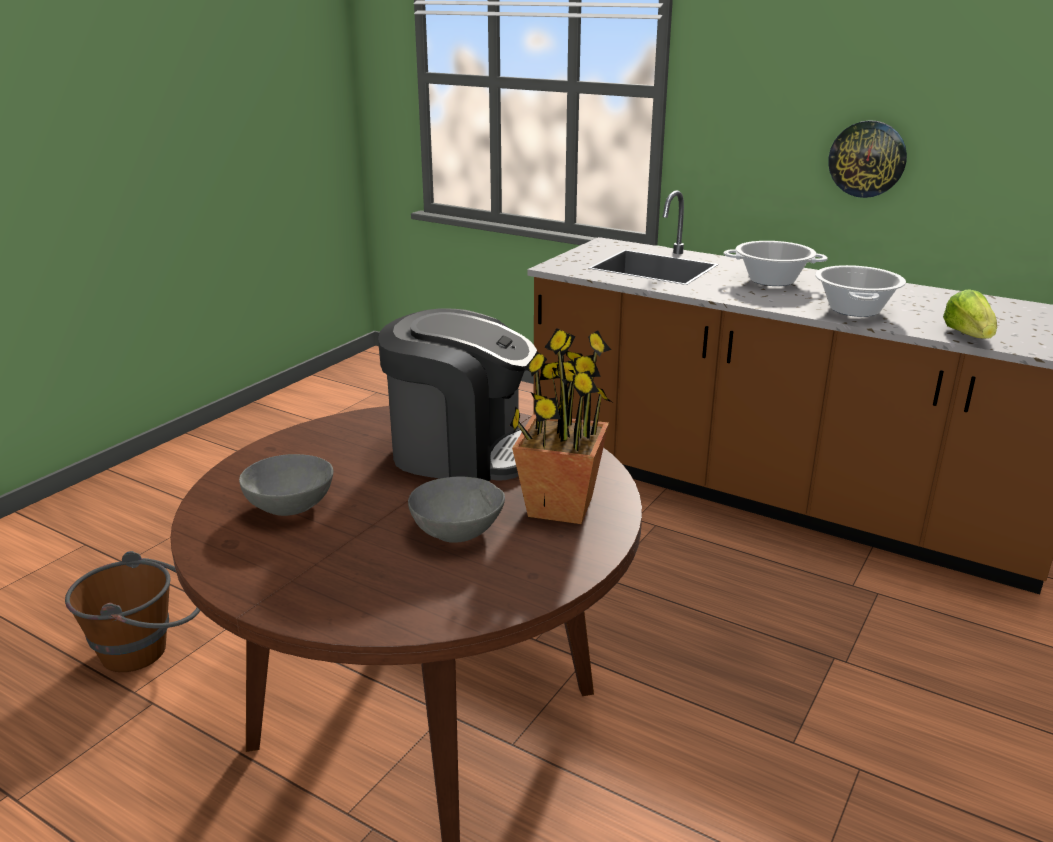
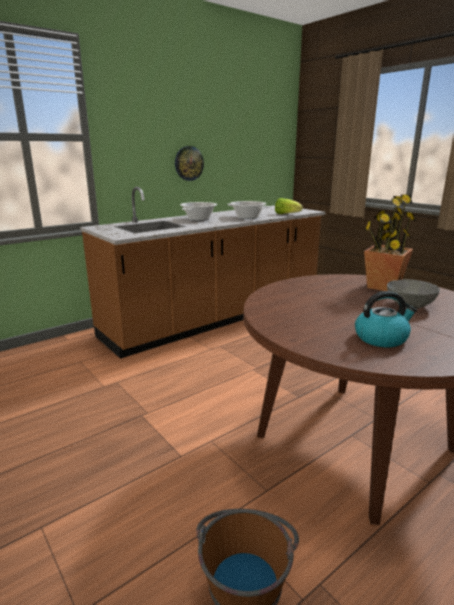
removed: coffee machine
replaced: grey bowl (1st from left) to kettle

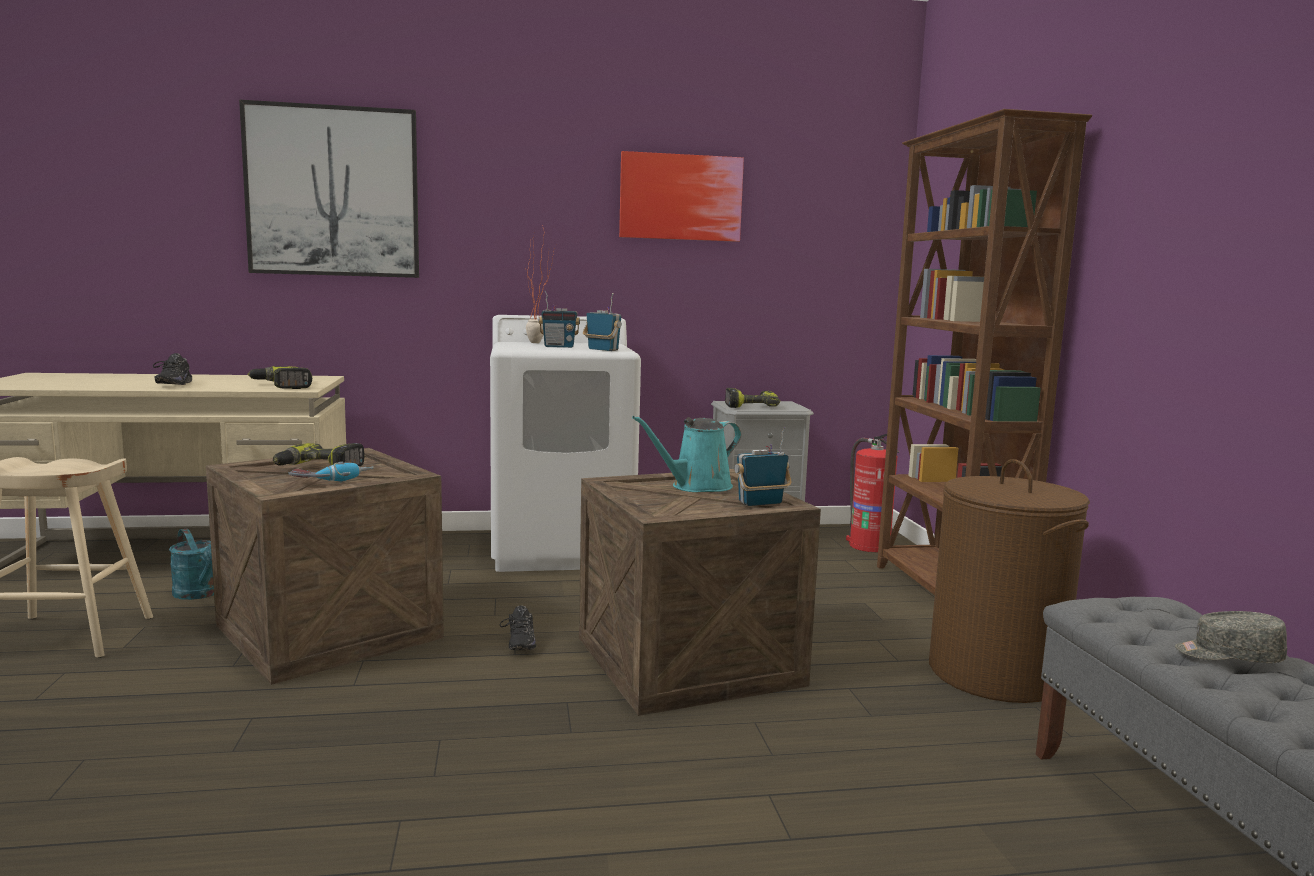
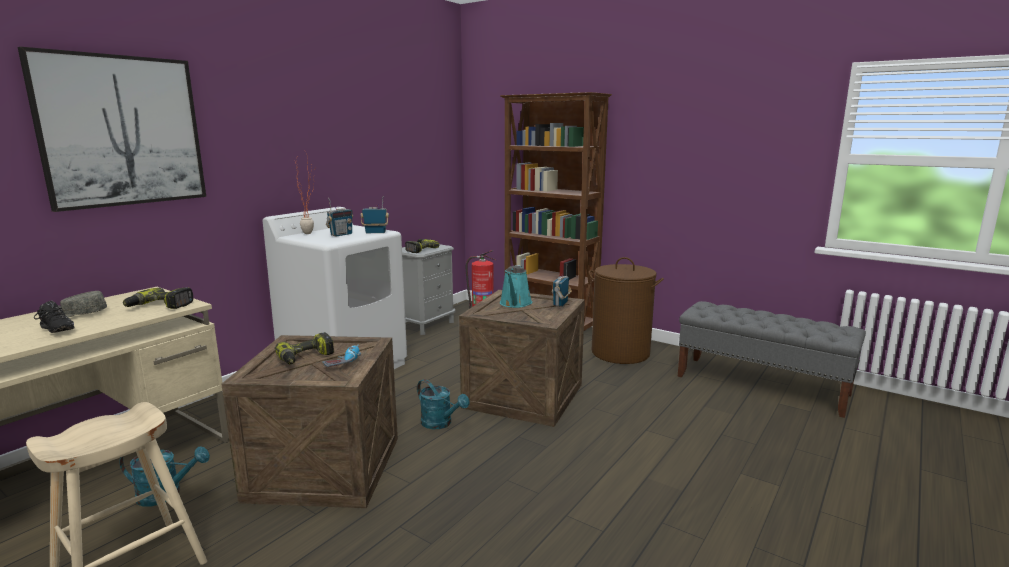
removed: picture (2nd from left)
moved: grey cap
replaced: black shoe (2nd from left) to turquoise watering can (2nd from left)

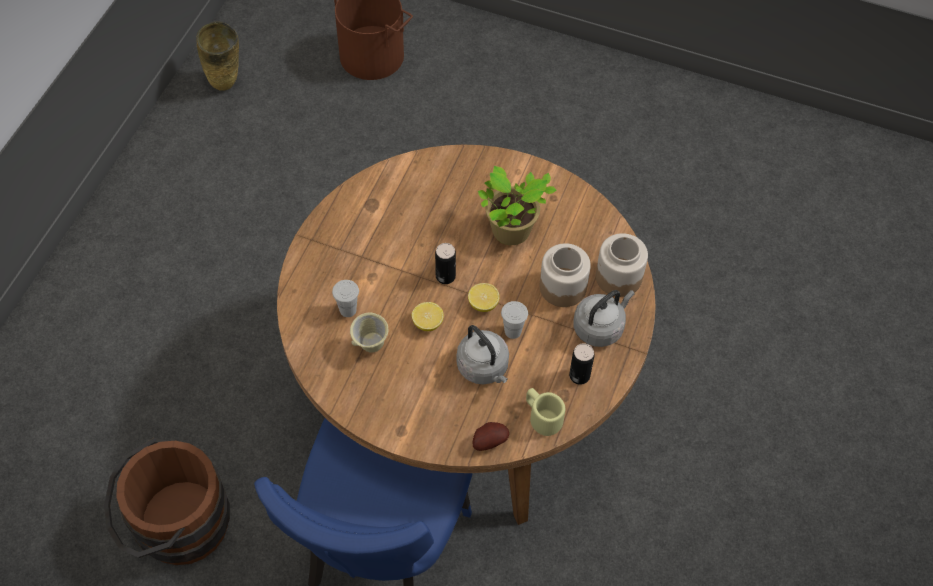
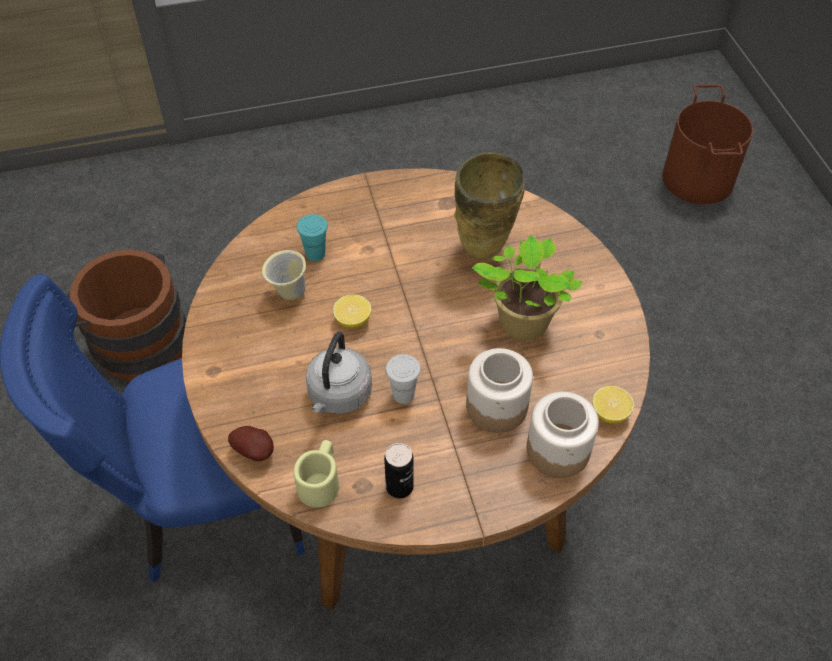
removed: can (1st from left); grey kettle (2nd from left)
moved: beige vase; lemon (2nd from left)
recoloured: white cup (1st from left) to turquoise cup

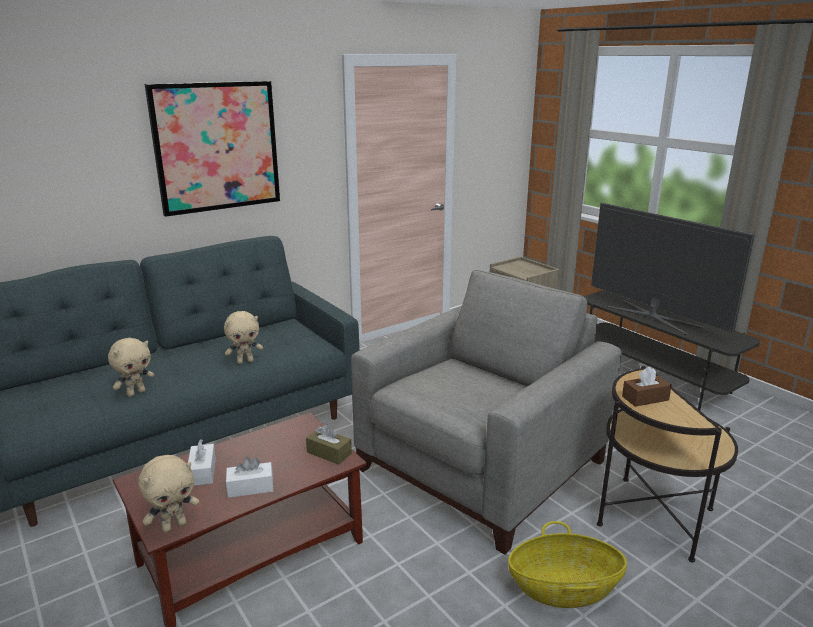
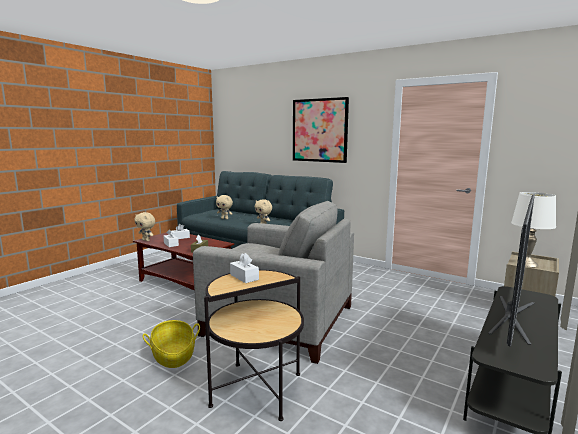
added: white table lamp
recoloured: brown tissue box (2nd from left) to white tissue box (3rd from left)

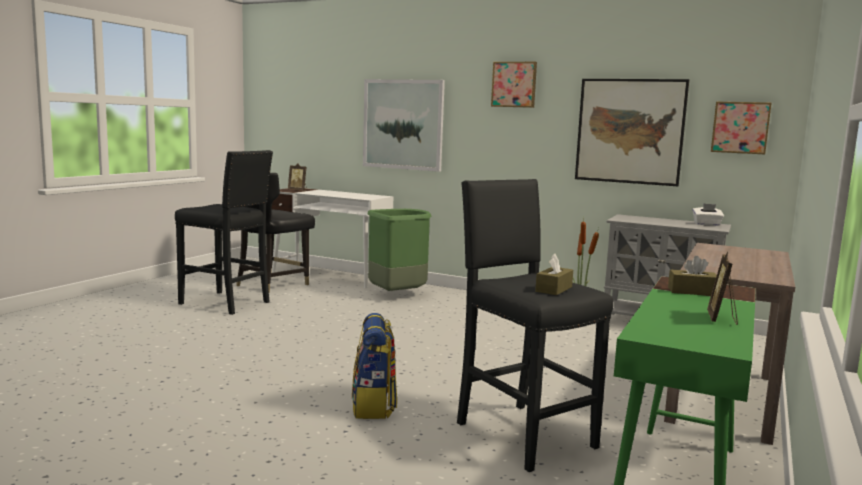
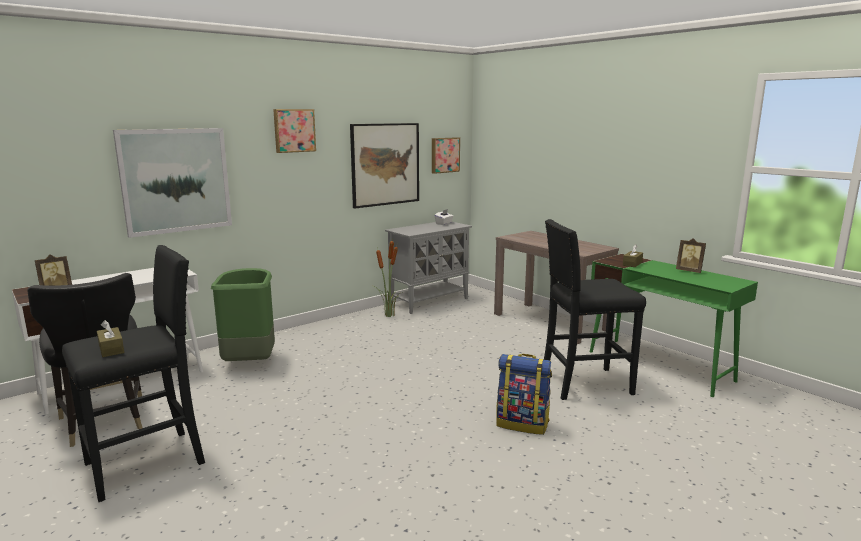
moved: brown tissue box (1st from left)

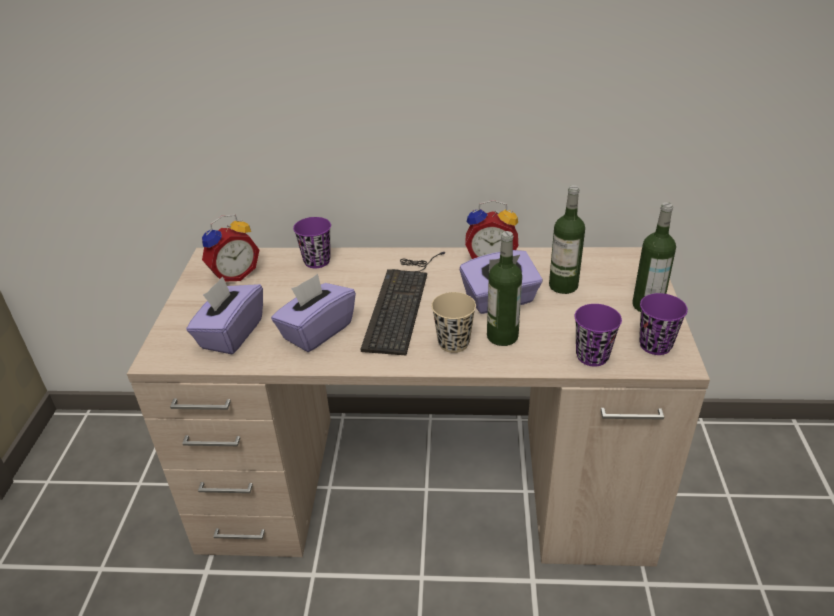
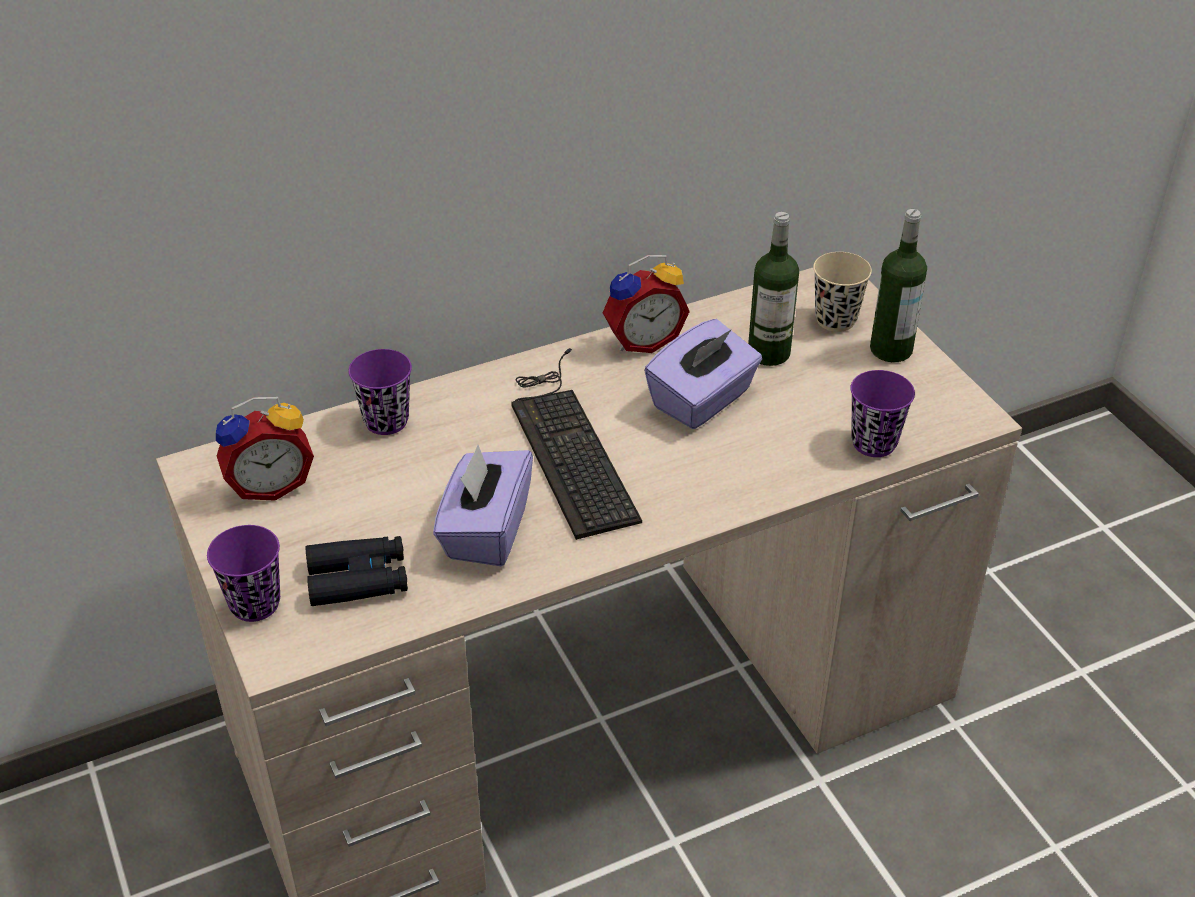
removed: bottle (1st from left)
moved: beige cup; purple cup (3rd from left in the first image) to purple cup (1st from left)
replaced: purple tissue box (1st from left) to black binoculars
turned: alarm clock (1st from left) 45 degrees clockwise

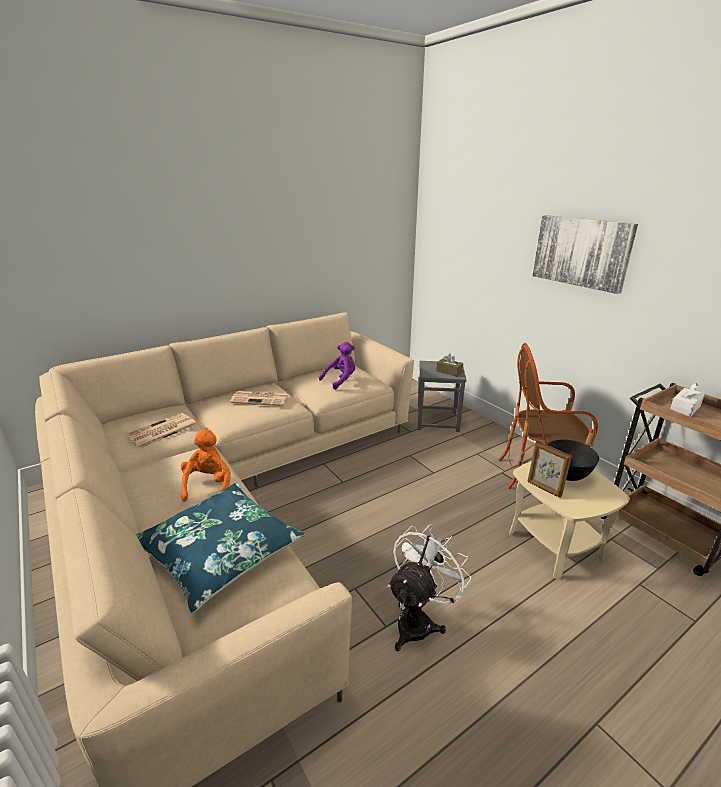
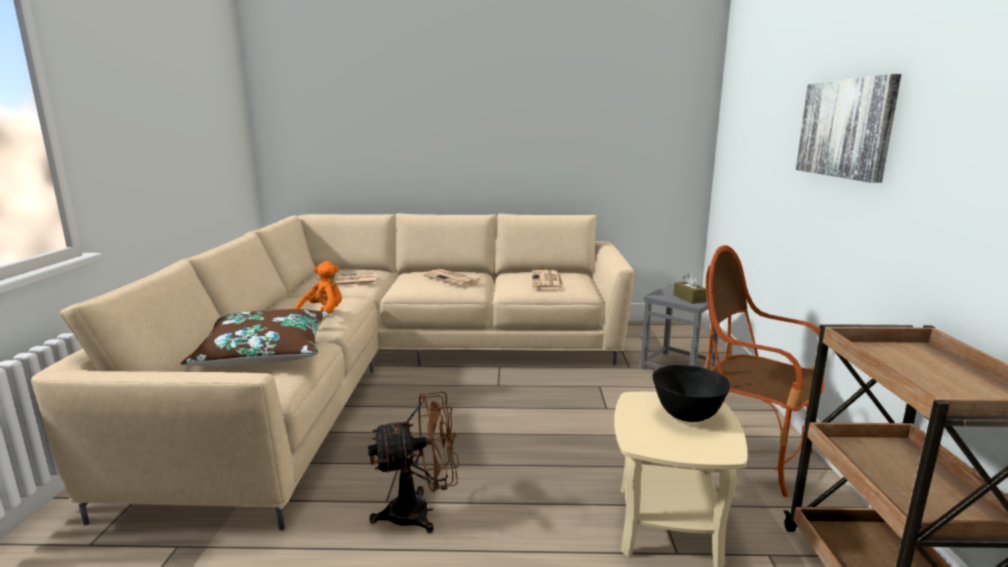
removed: white tissue box; picture frame
replaced: purple plush toy to newspaper (3rd from left)
recoloured: blue pillow to brown pillow; white fan to brown fan

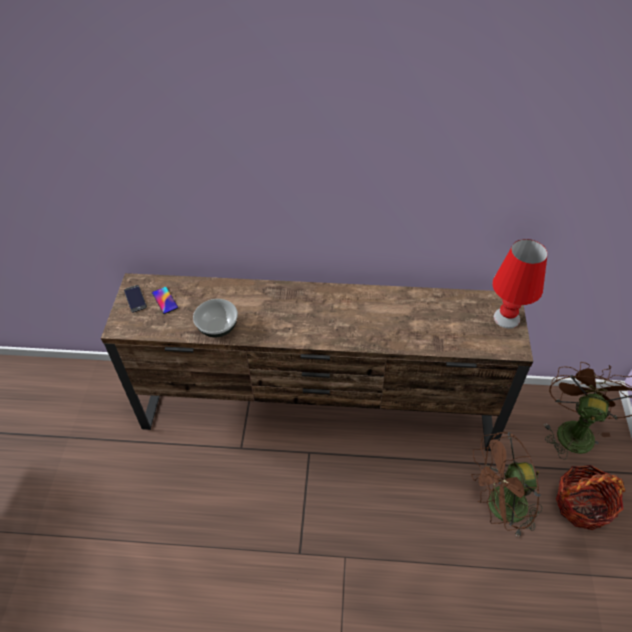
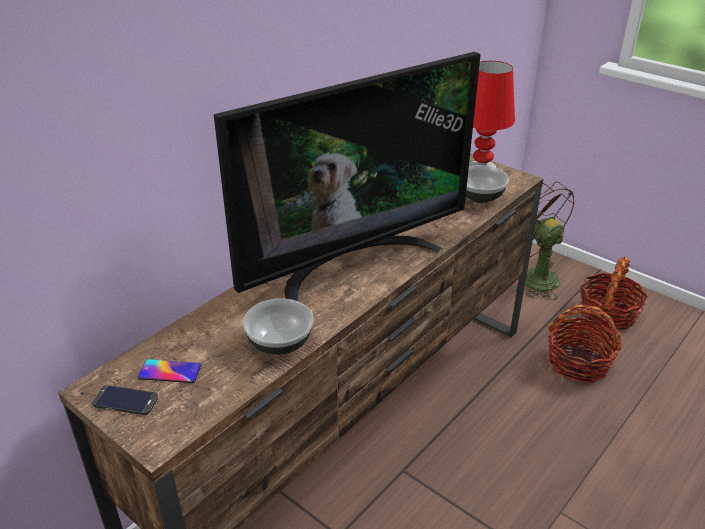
added: television; bowl (2nd from left)
replaced: brown fan (1st from left) to basket (1st from left)

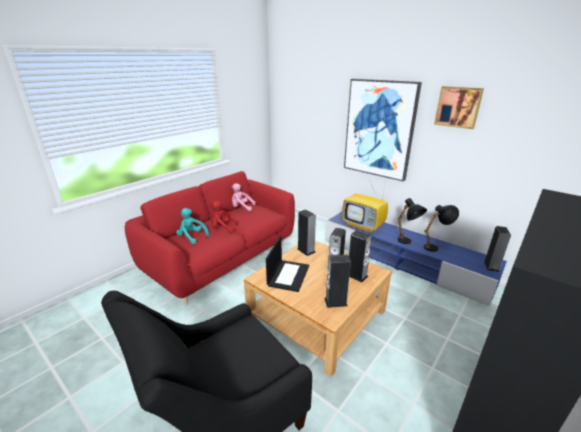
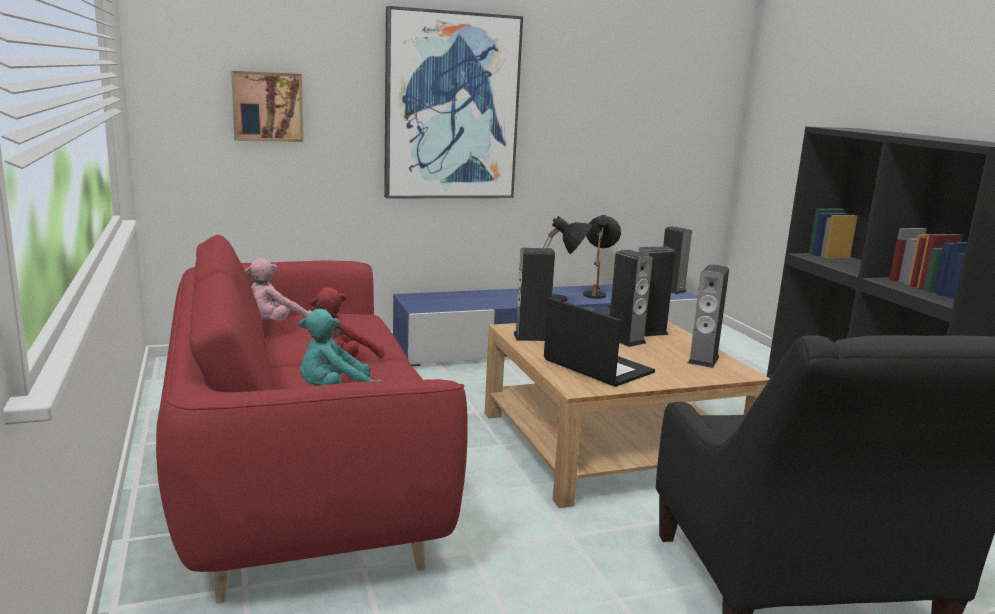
removed: television
moved: picture (2nd from left in the first image) to picture (1st from left)

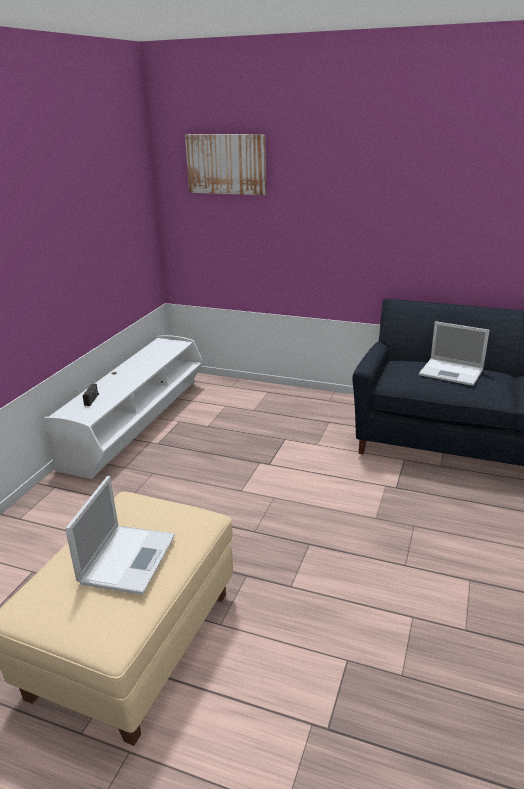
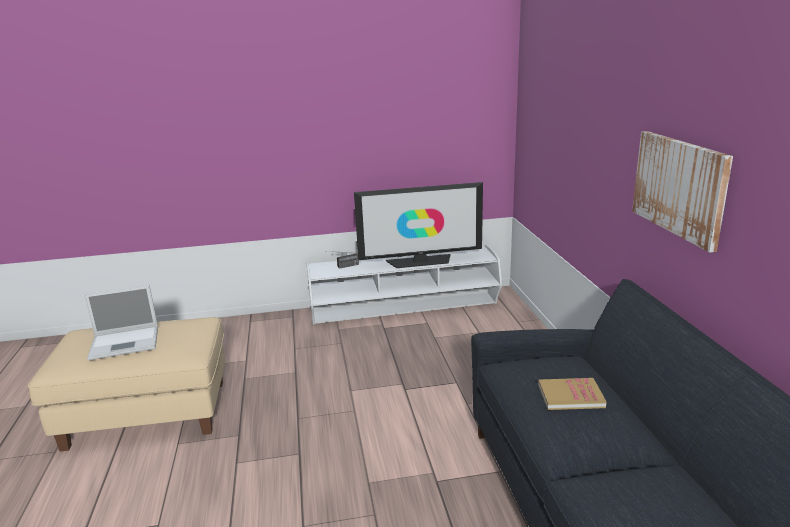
added: television
moved: picture
replaced: laptop (2nd from left) to book

